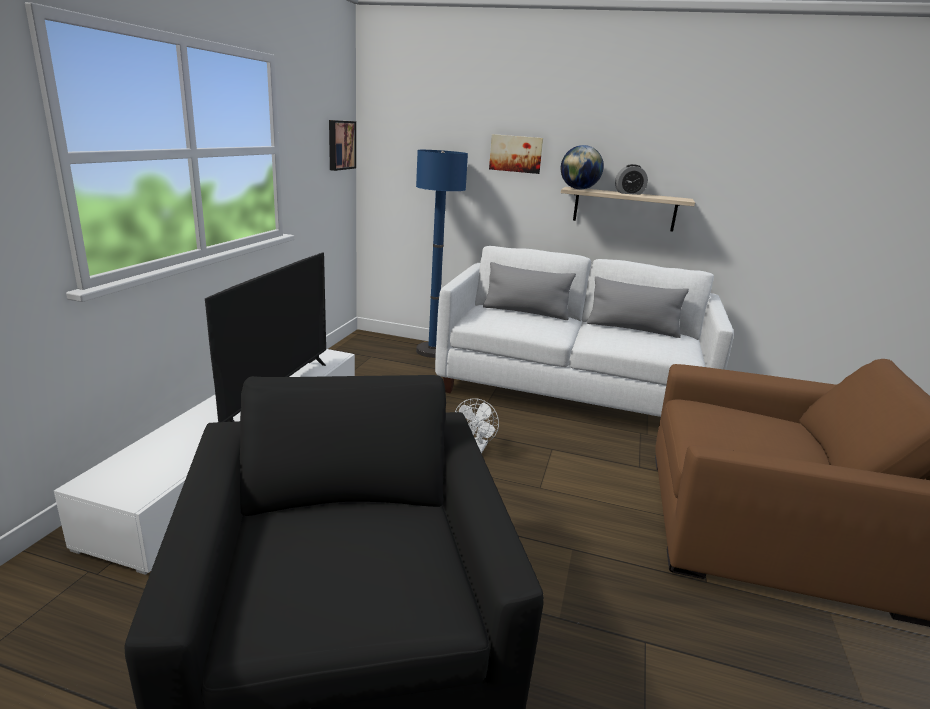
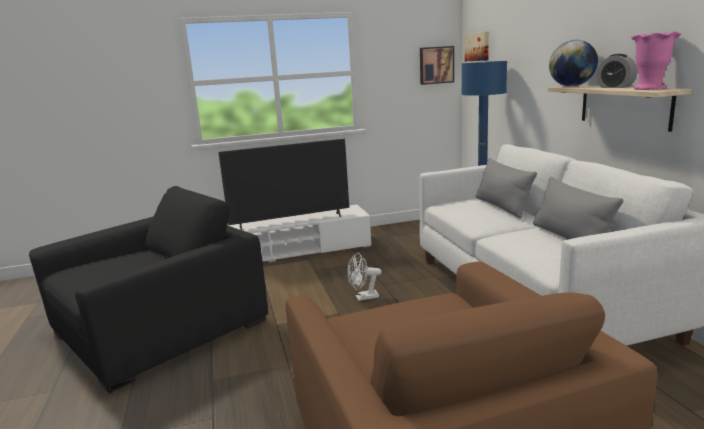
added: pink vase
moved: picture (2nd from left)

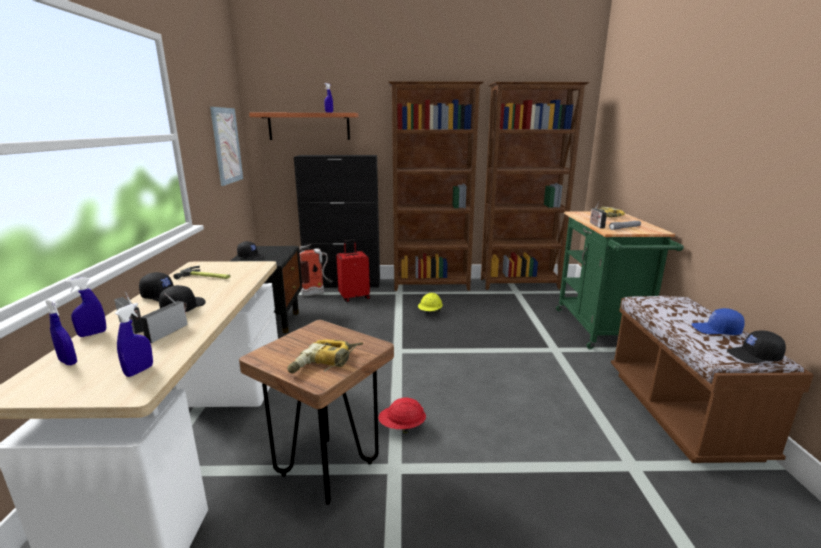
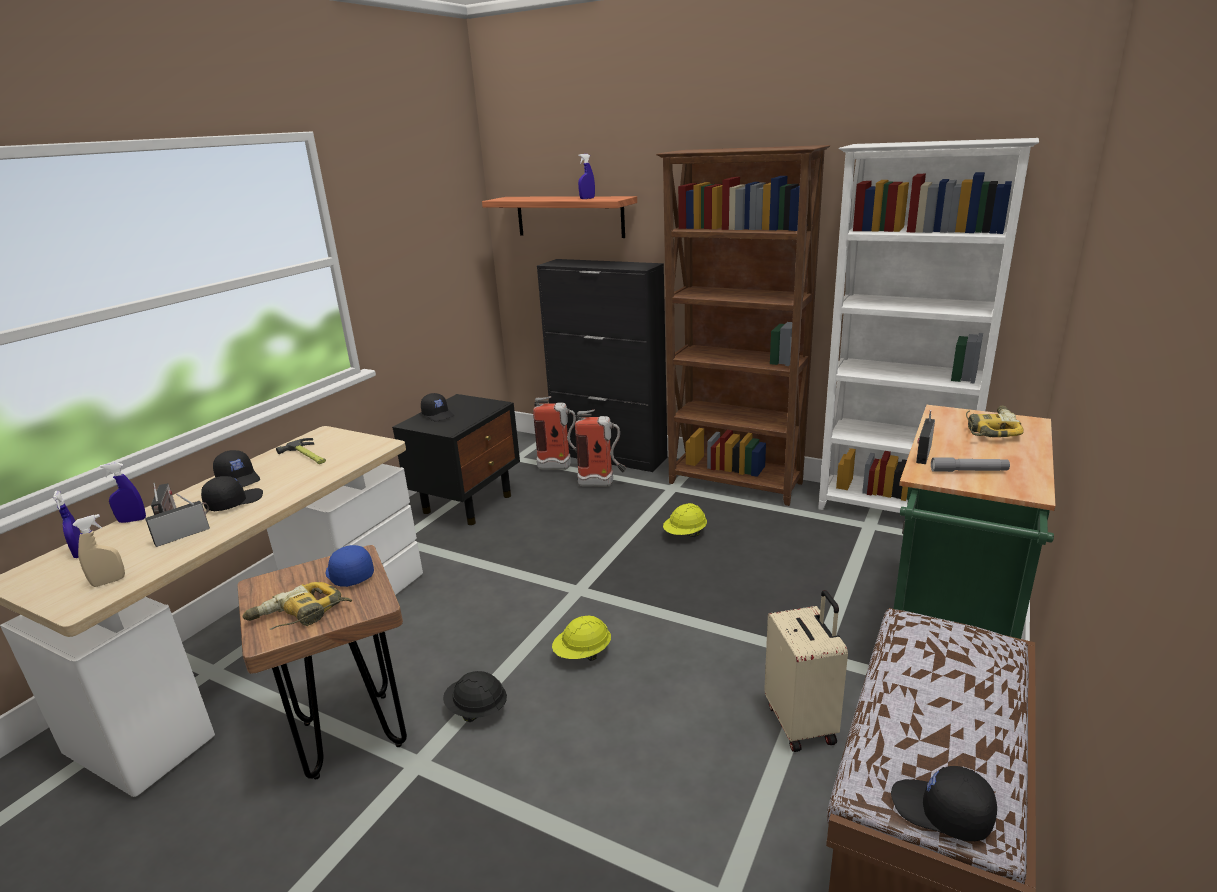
removed: picture
added: beige suitcase; yellow hard hat (1st from left)
moved: blue cap
replaced: red suitcase to fire extinguisher (2nd from left)
recoloured: brown bookcase (2nd from left) to white bookcase; blue spray bottle (3rd from left) to beige spray bottle; red hard hat to black hard hat

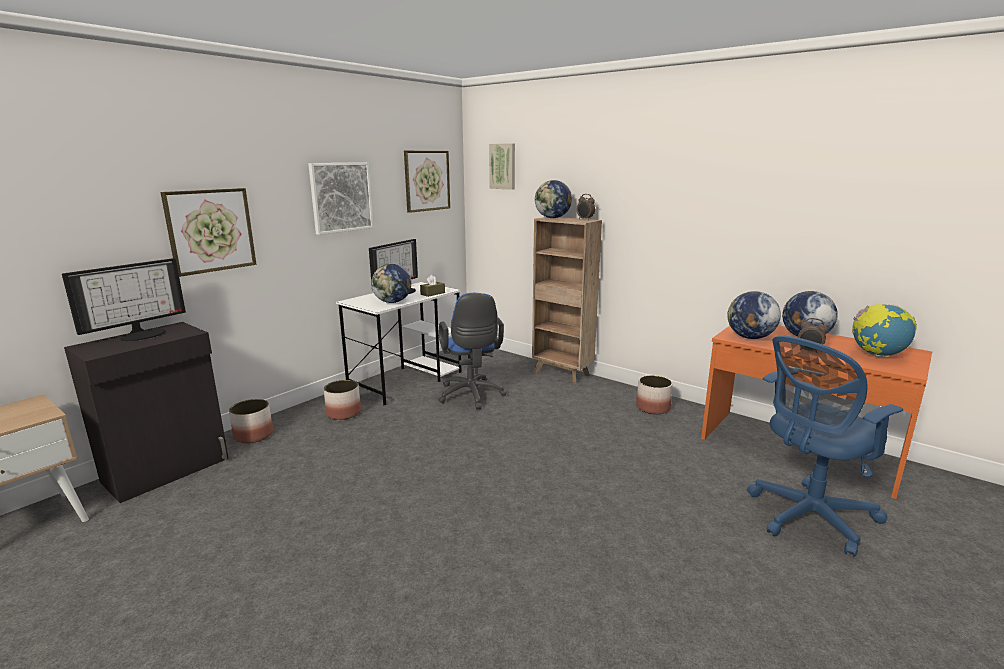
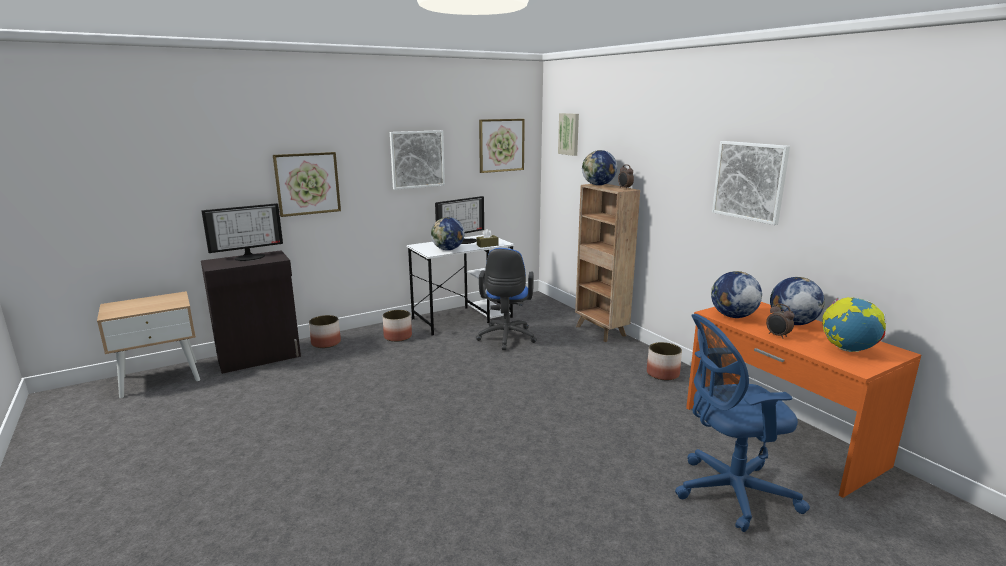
added: picture (5th from left)

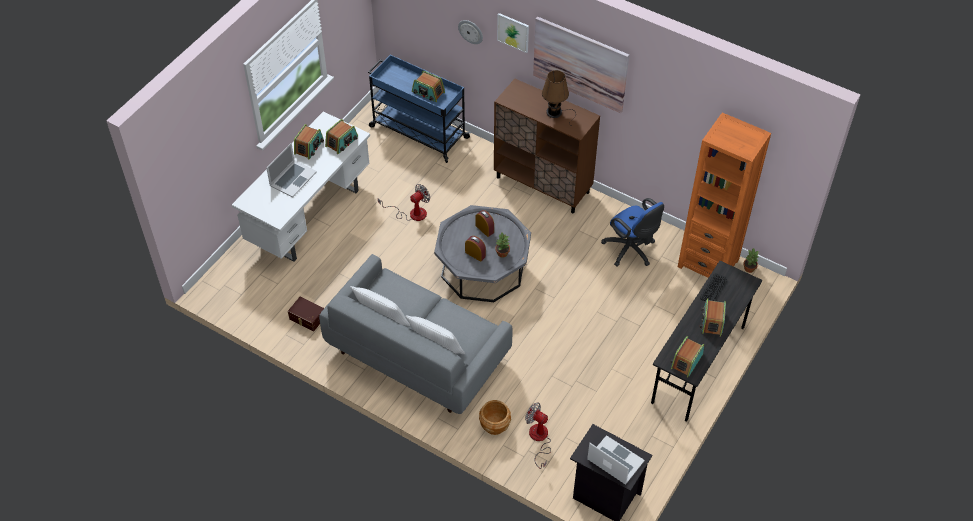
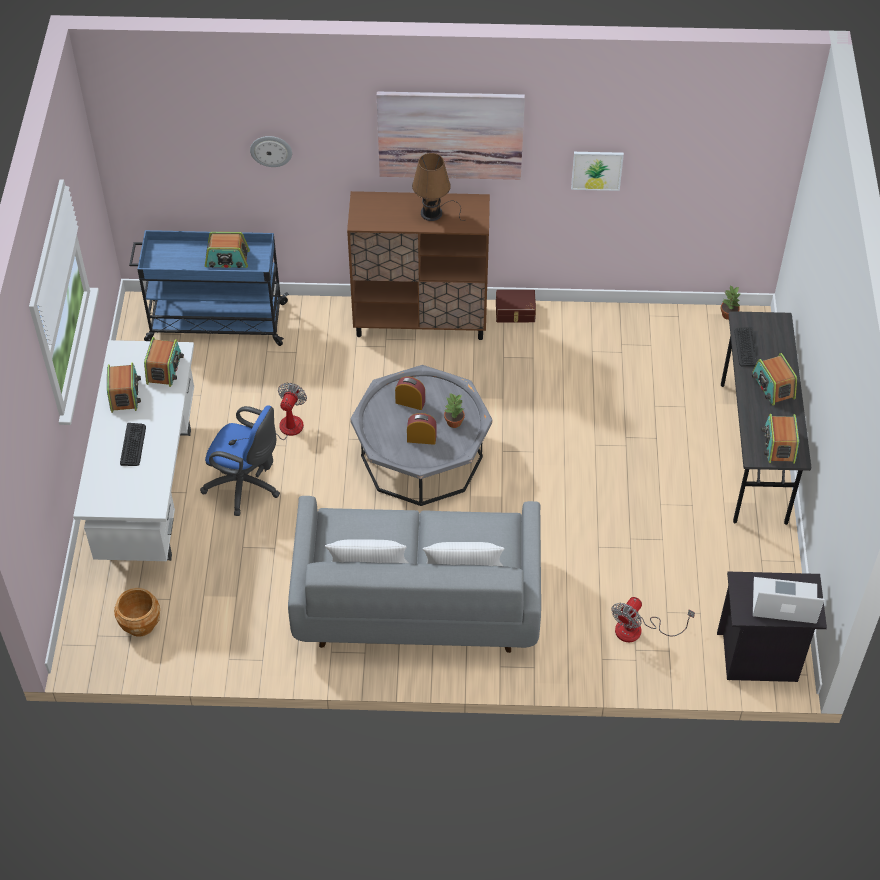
removed: orange bookcase
moved: picture (1st from left in the first image) to picture (2nd from left); blue office chair; brown storage box; brown planter
replaced: laptop (1st from left) to keyboard (1st from left)
turned: fan (2nd from left) 60 degrees counterclockwise

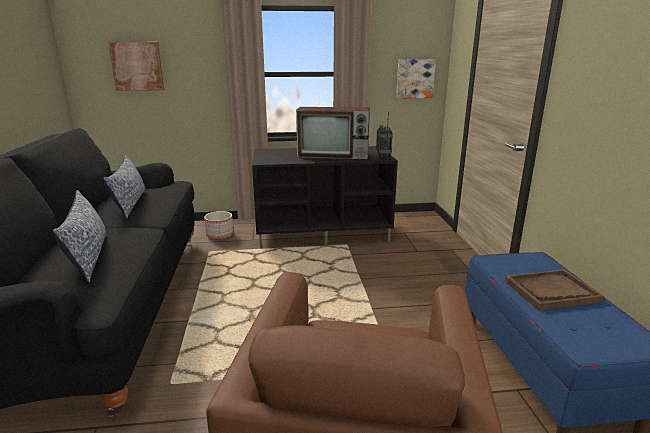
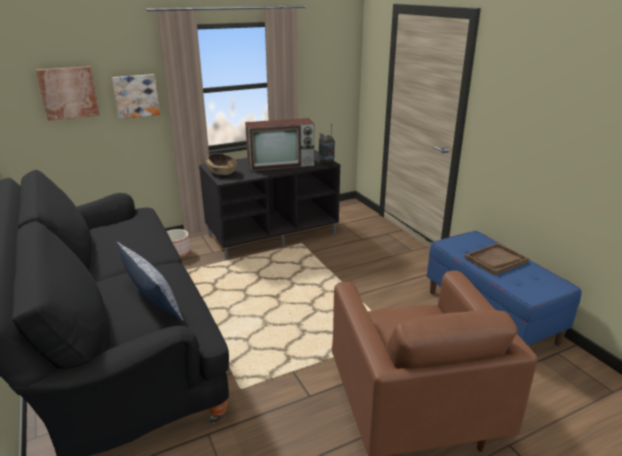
removed: pillow (2nd from left)
added: brown bowl
moved: picture (2nd from left)

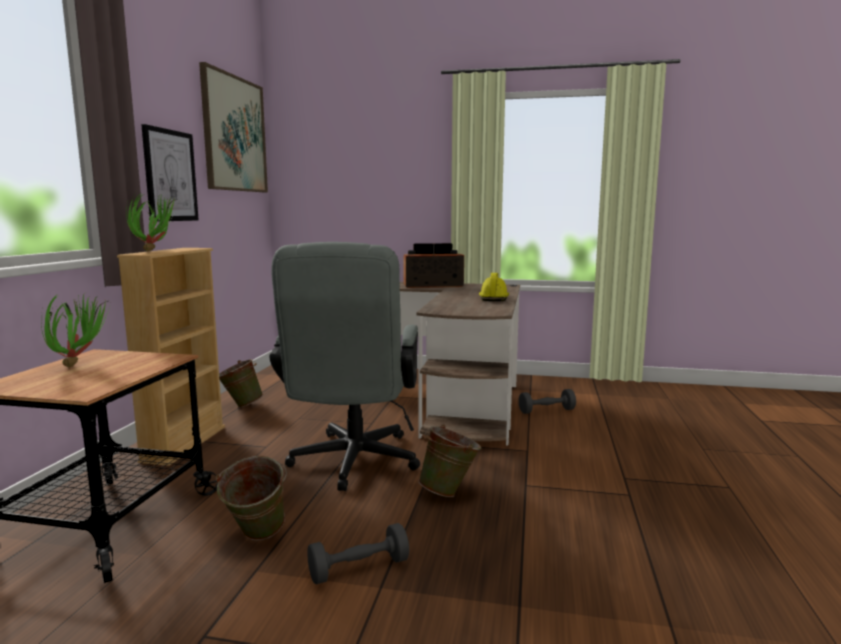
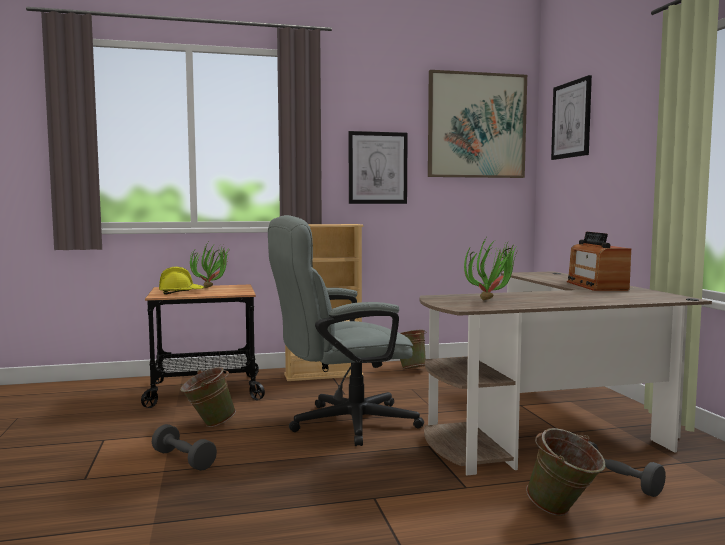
added: picture (3rd from left)
moved: potted plant (2nd from left); yellow hard hat; green bucket (3rd from left)
turned: radio 150 degrees counterclockwise

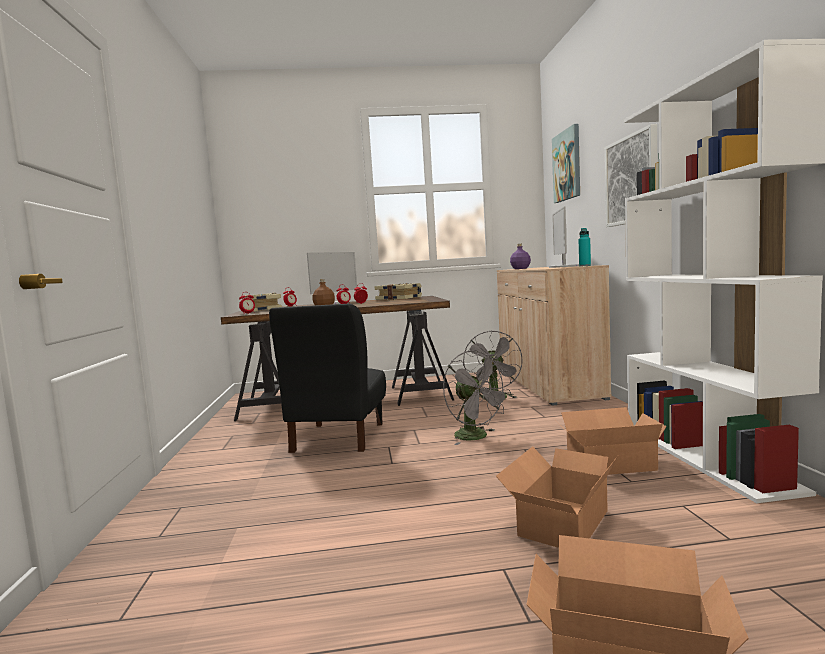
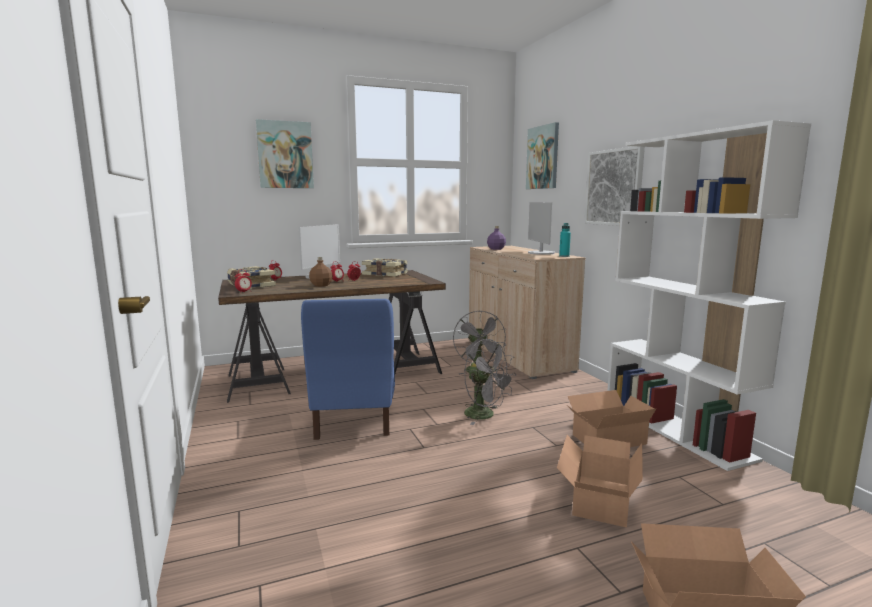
added: picture (1st from left)
recoloured: black chair to blue chair

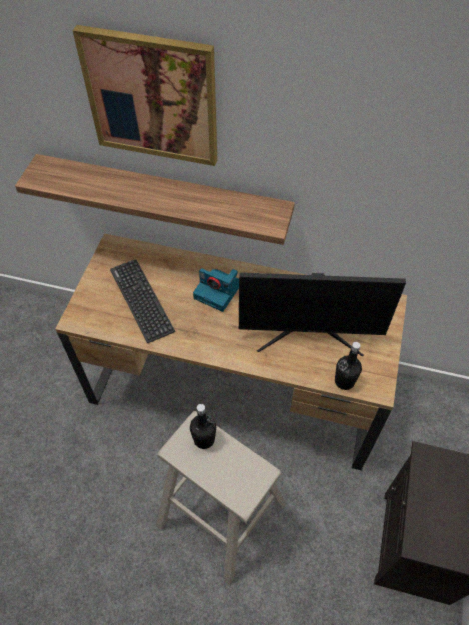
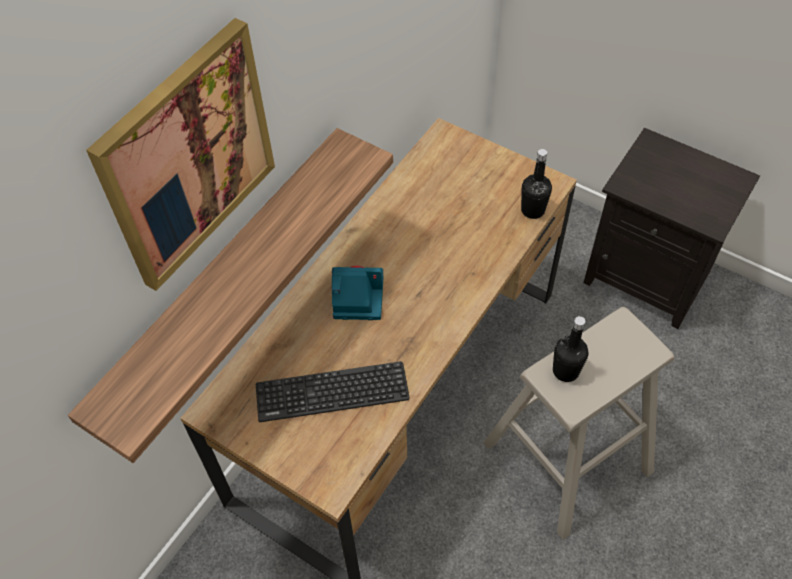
removed: monitor
turned: photo camera 135 degrees counterclockwise

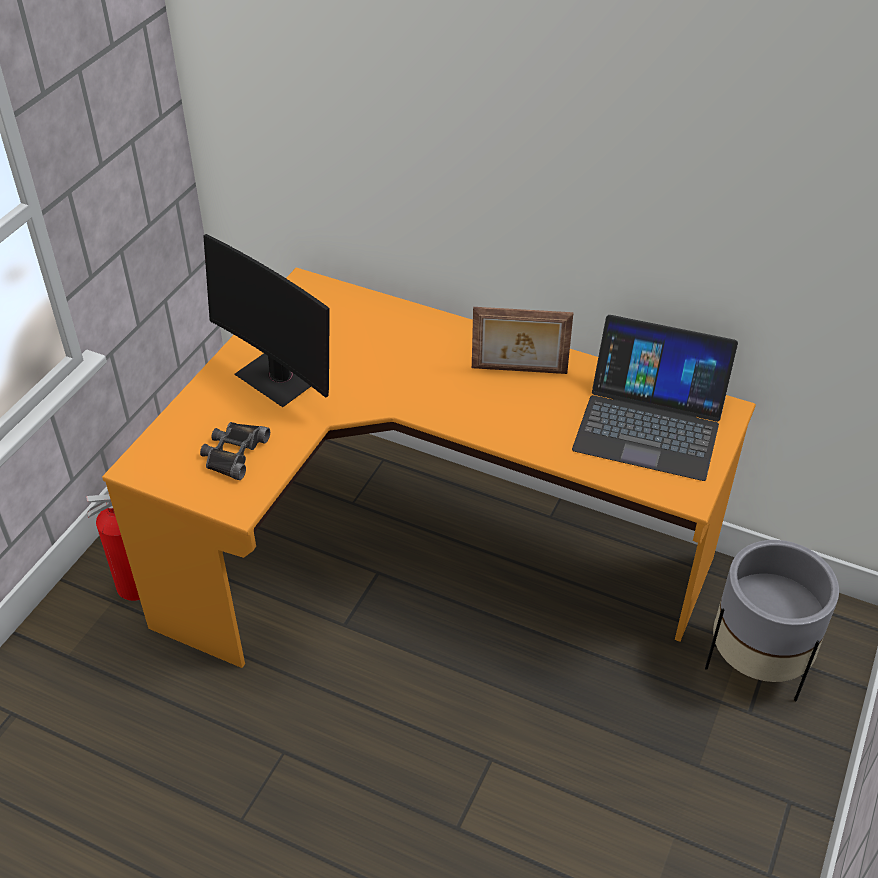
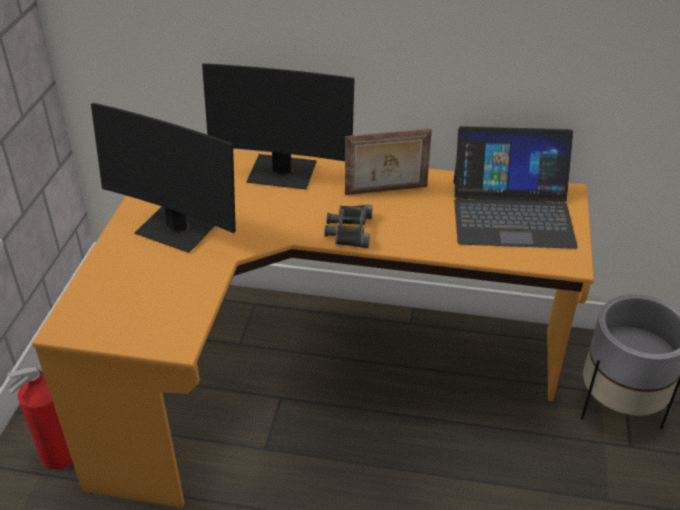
added: monitor (2nd from left)
moved: black binoculars

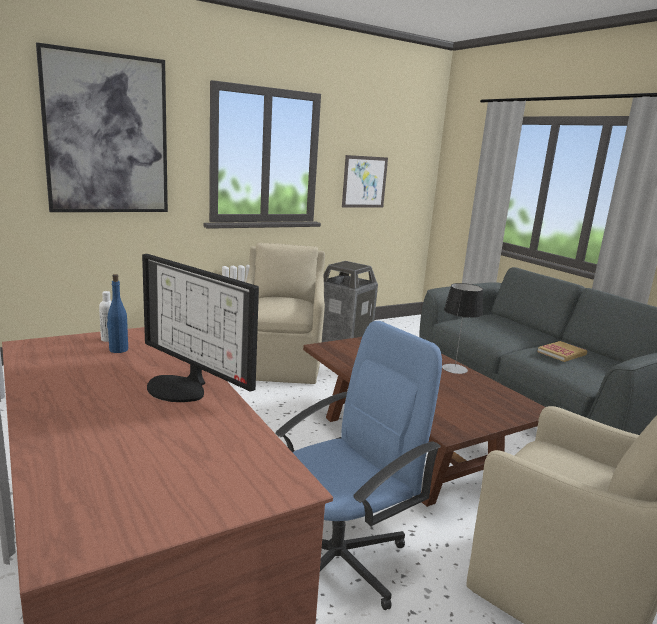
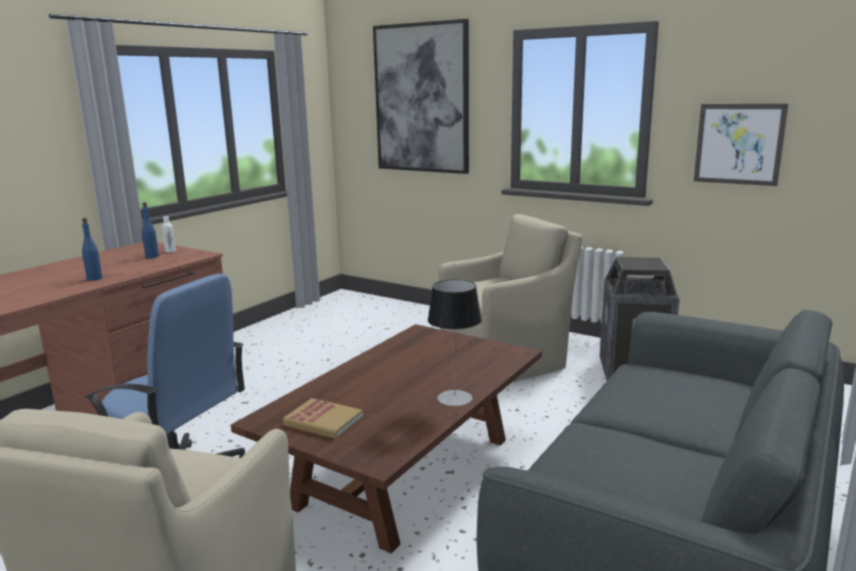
moved: book
replaced: monitor to blue bottle (1st from left)

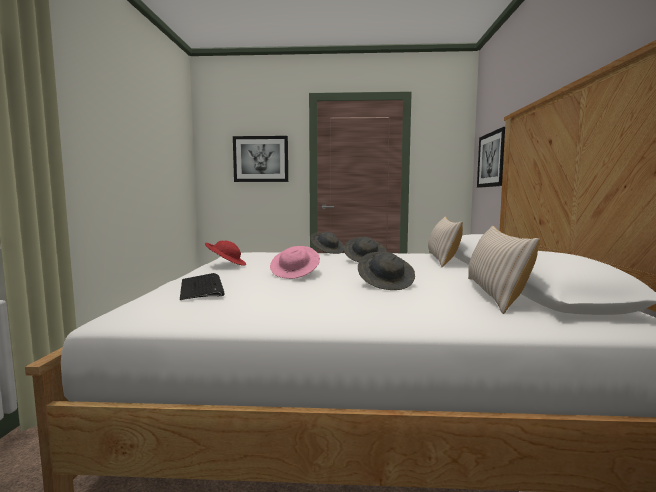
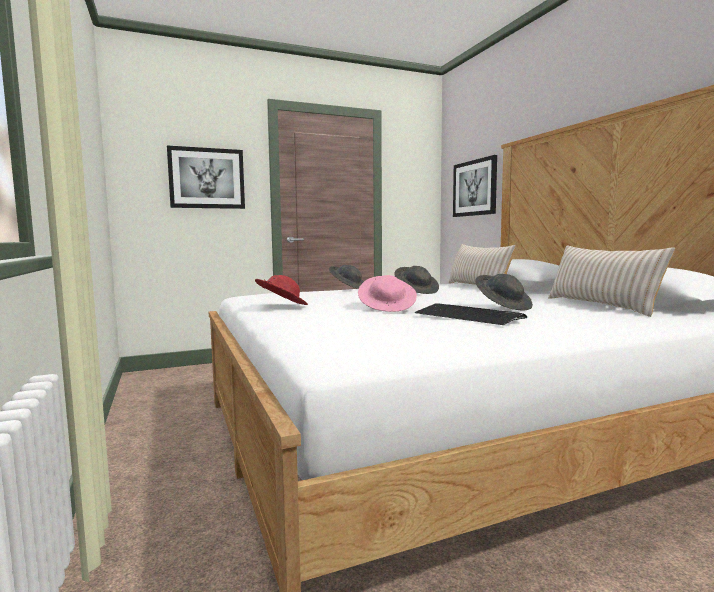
moved: keyboard

